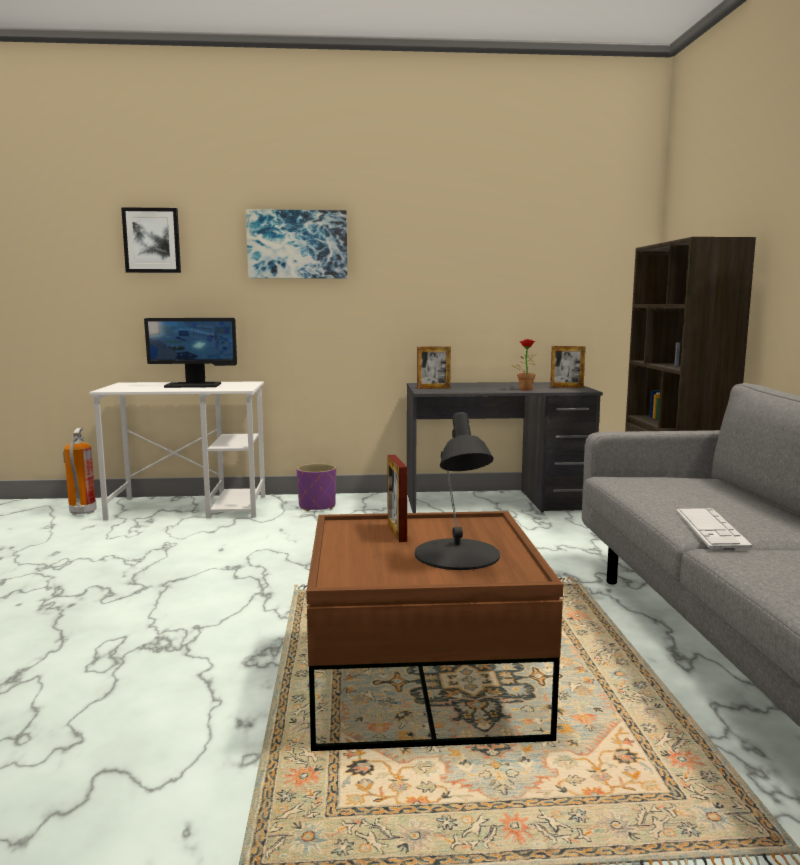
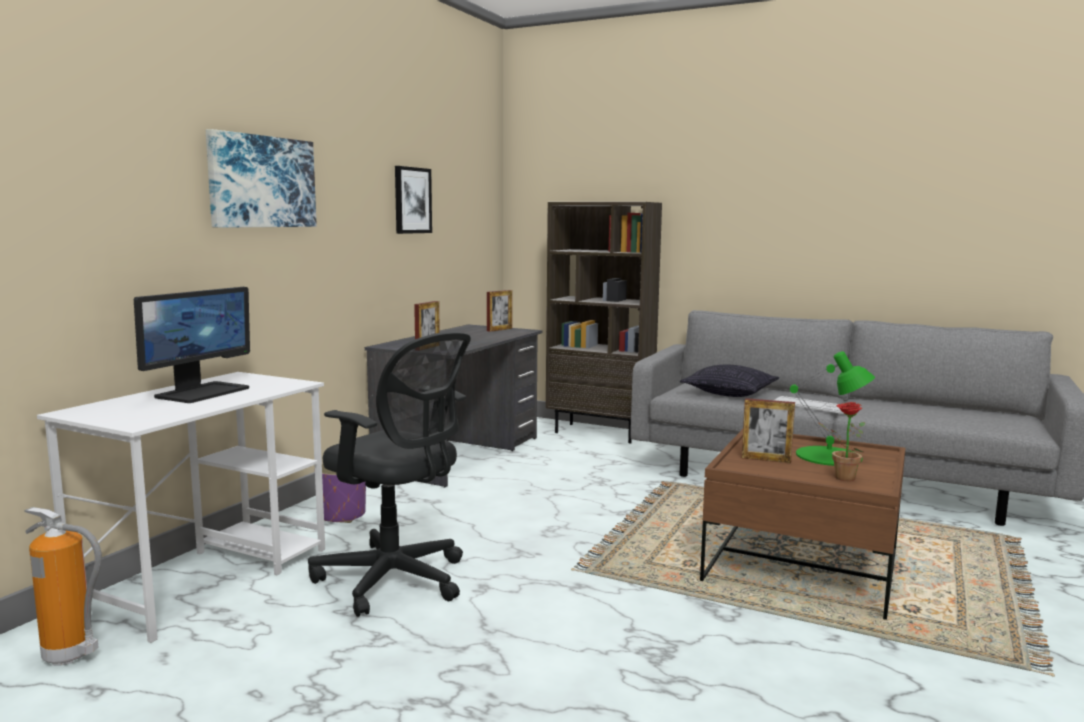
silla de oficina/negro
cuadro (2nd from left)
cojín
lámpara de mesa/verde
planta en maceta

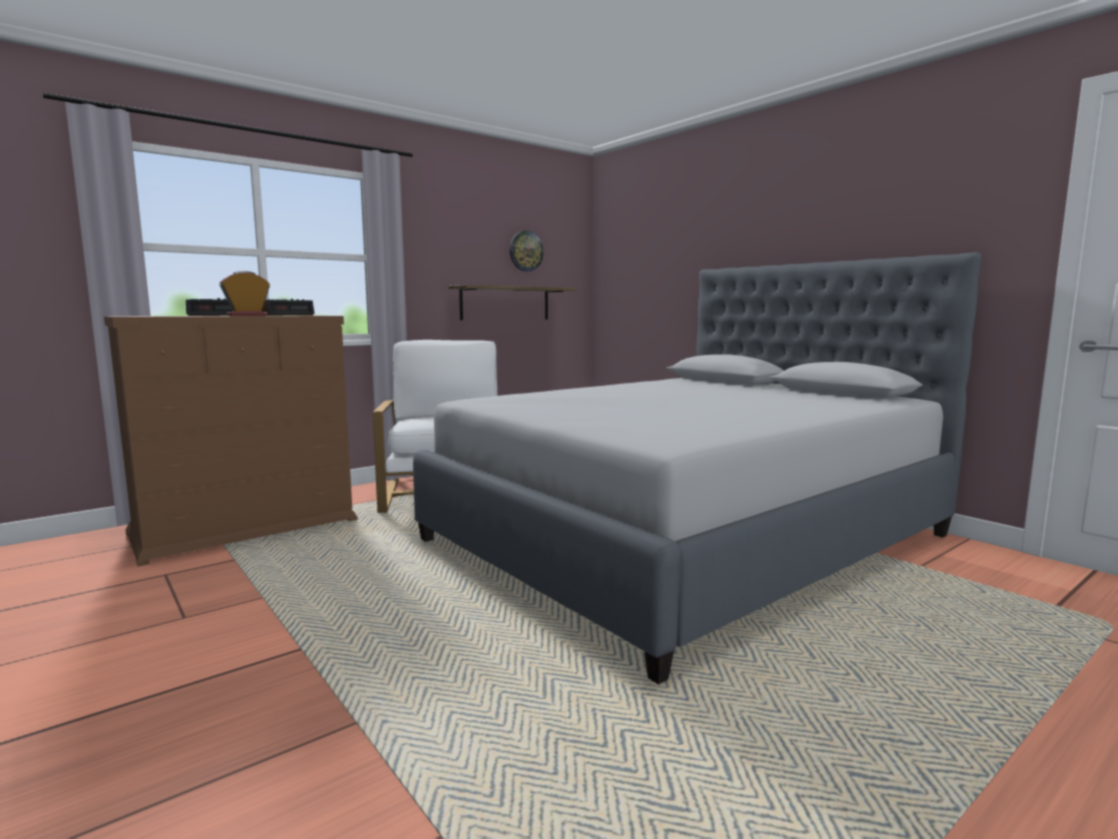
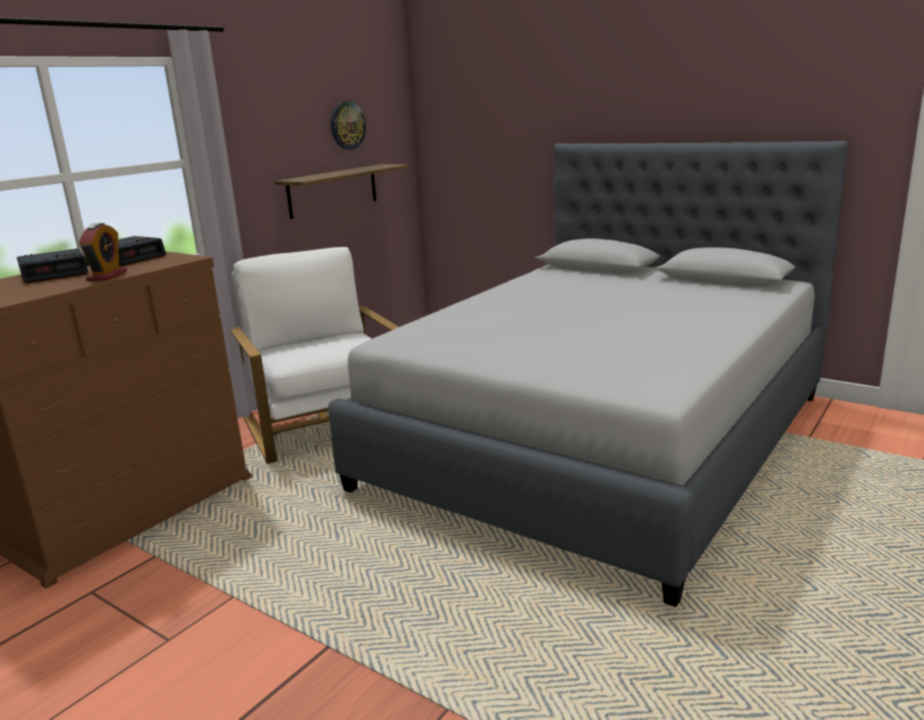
despertador (2nd from left)

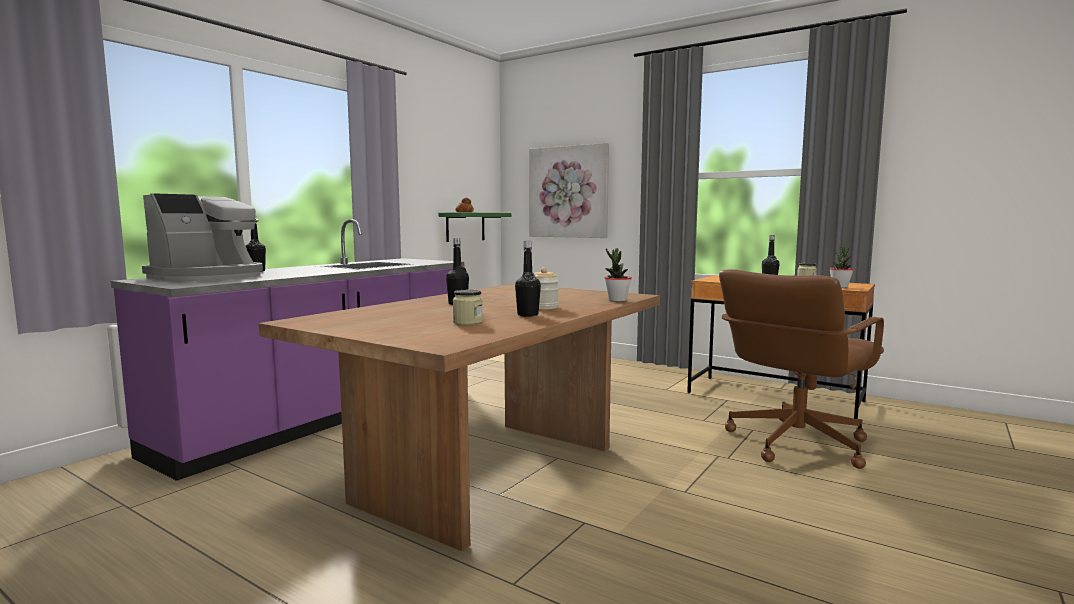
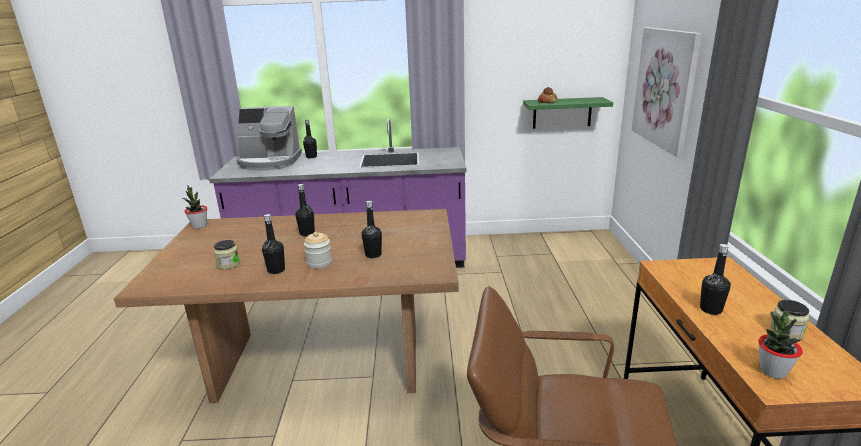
planta en maceta (1st from left)
botella/negro (4th from left)

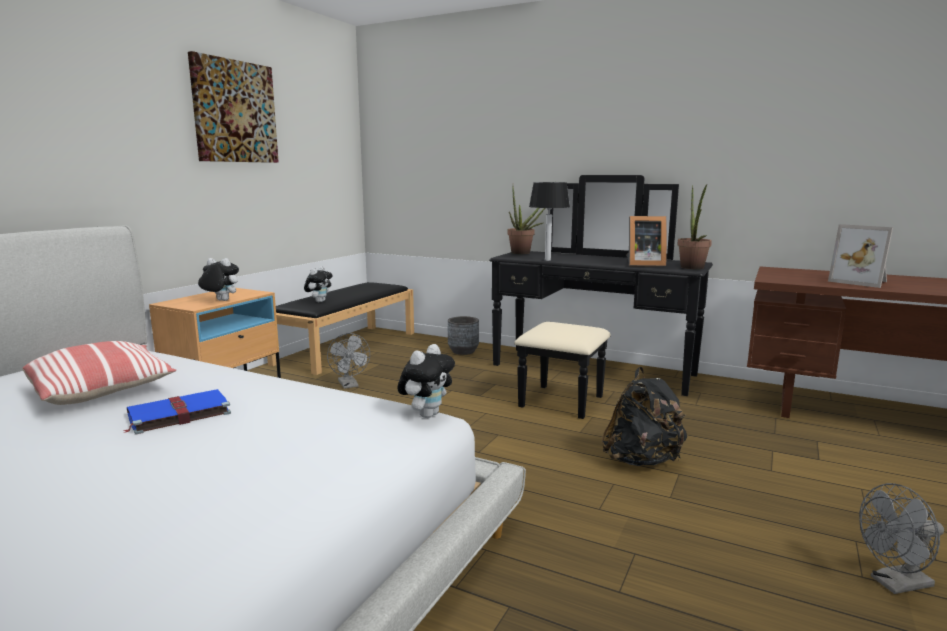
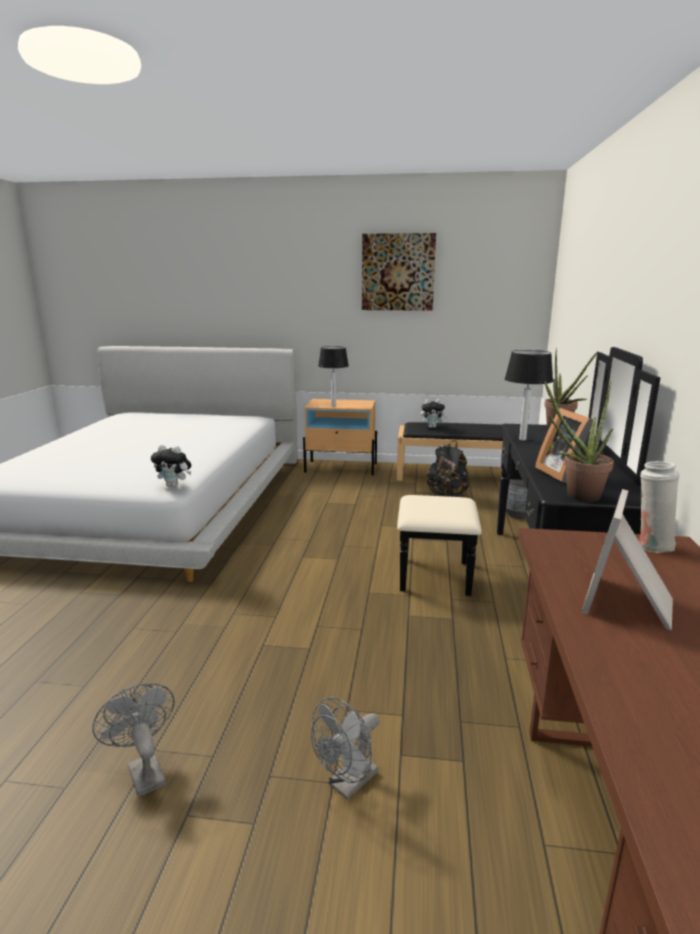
ventilador/gris (2nd from left)
lámpara de mesa (1st from left)
mochila/negro
florero/blanco
cojín
libro/azul

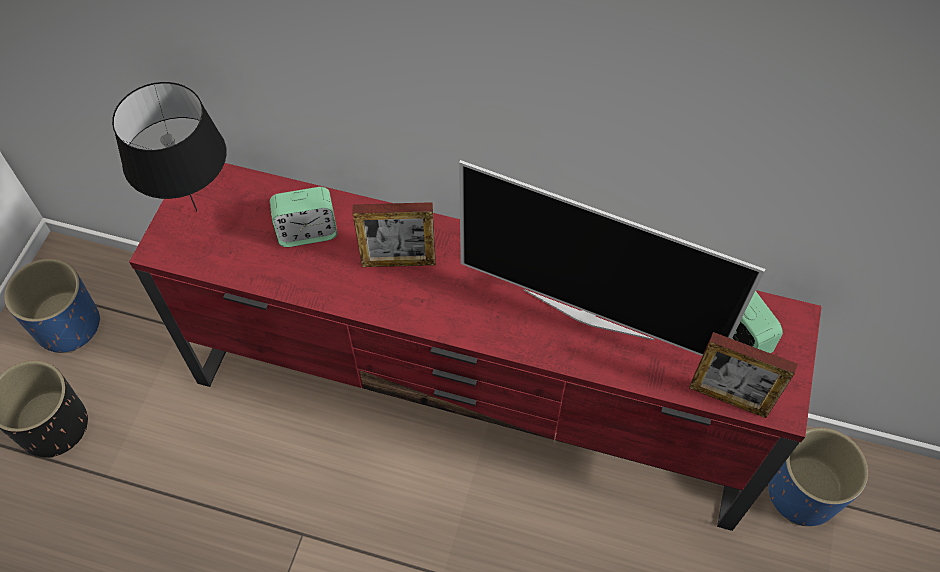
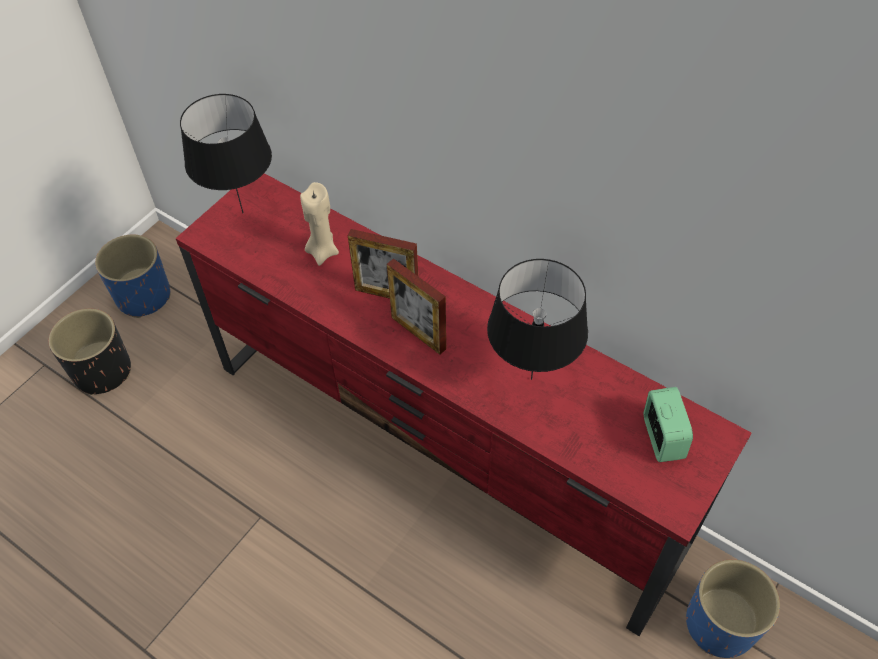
vela/beis
portarretratos (2nd from left)
lámpara de mesa/negro (2nd from left)

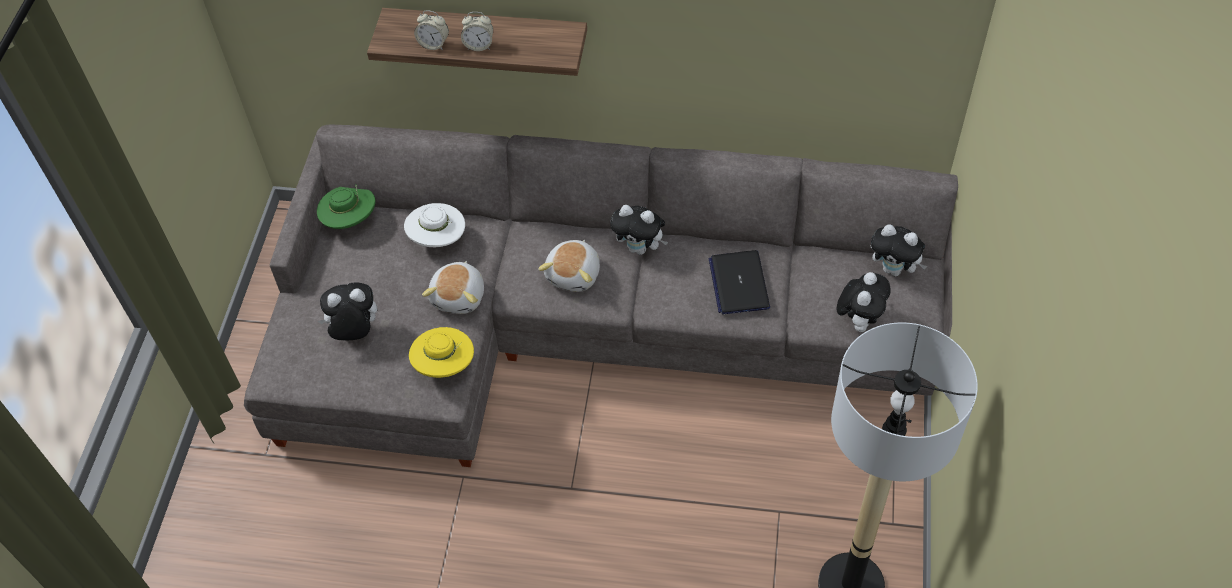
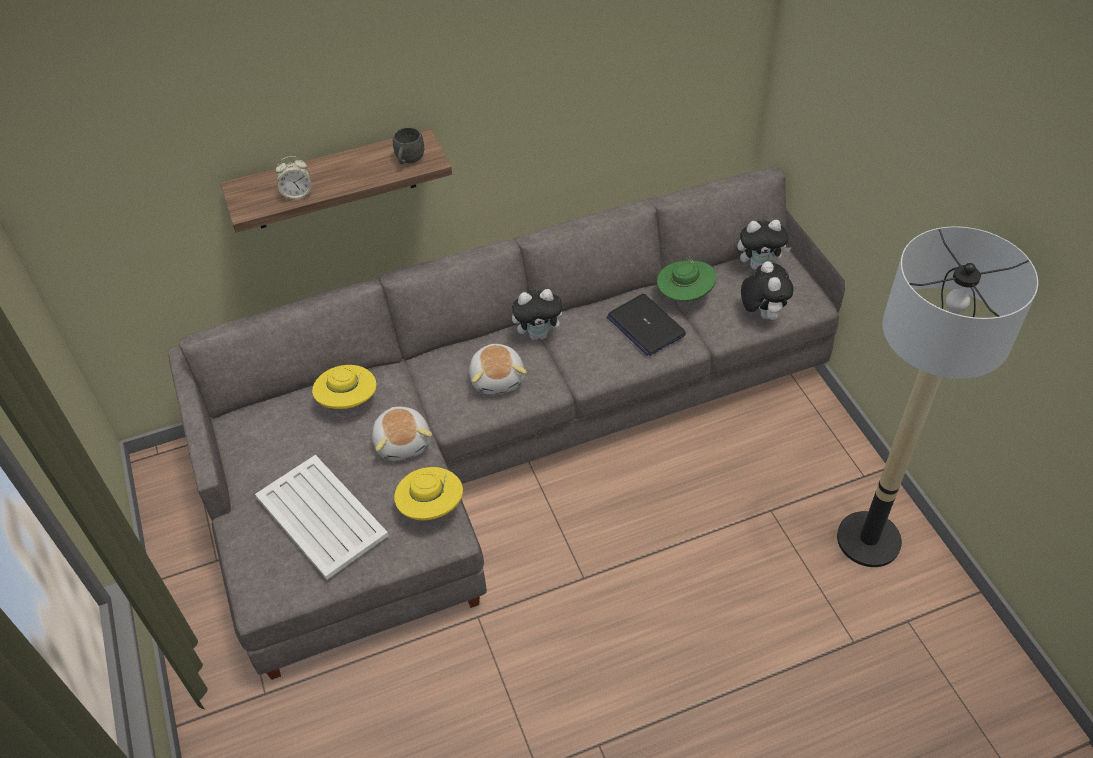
bandeja/blanco
sombrero/amarillo (1st from left)
taza grande/gris
sombrero/verde
despertador (2nd from left in the first image)

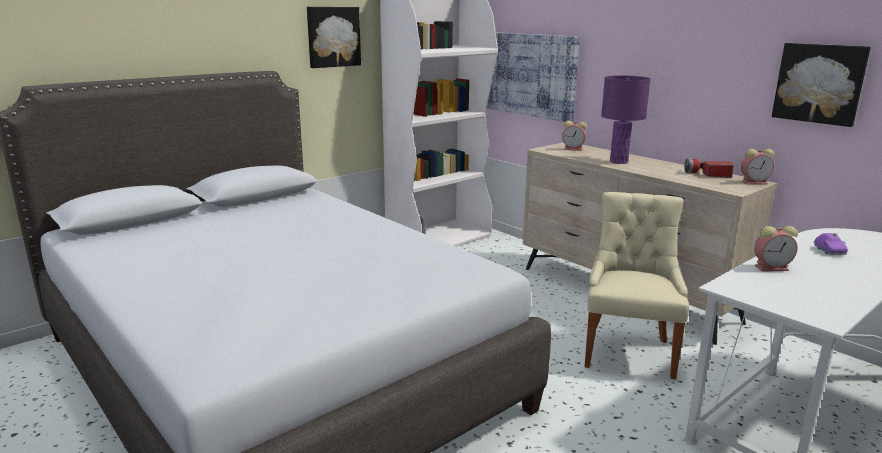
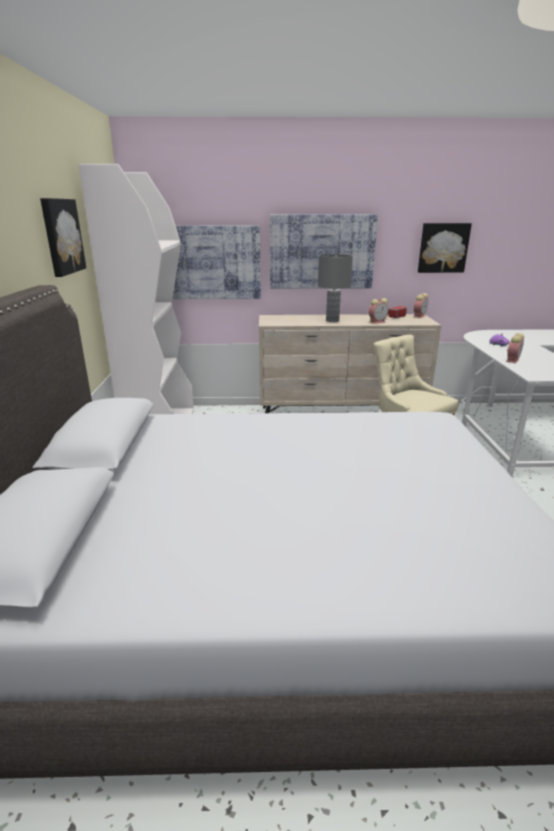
cuadro (3rd from left)
lámpara de mesa/gris
despertador (1st from left)

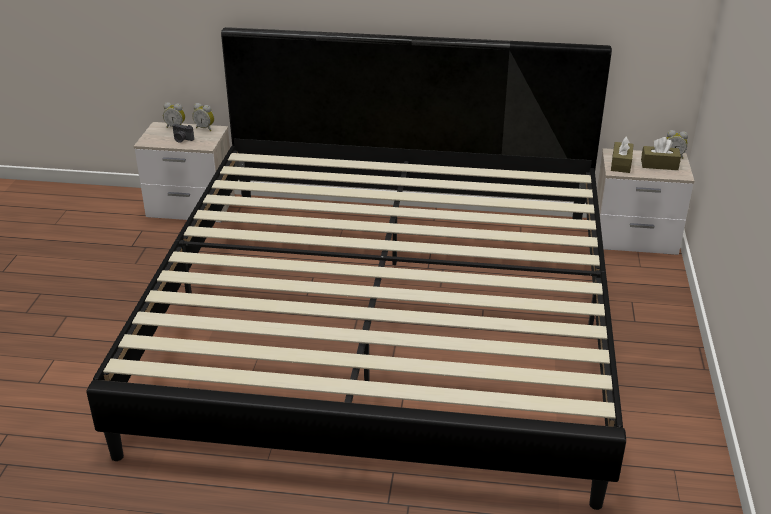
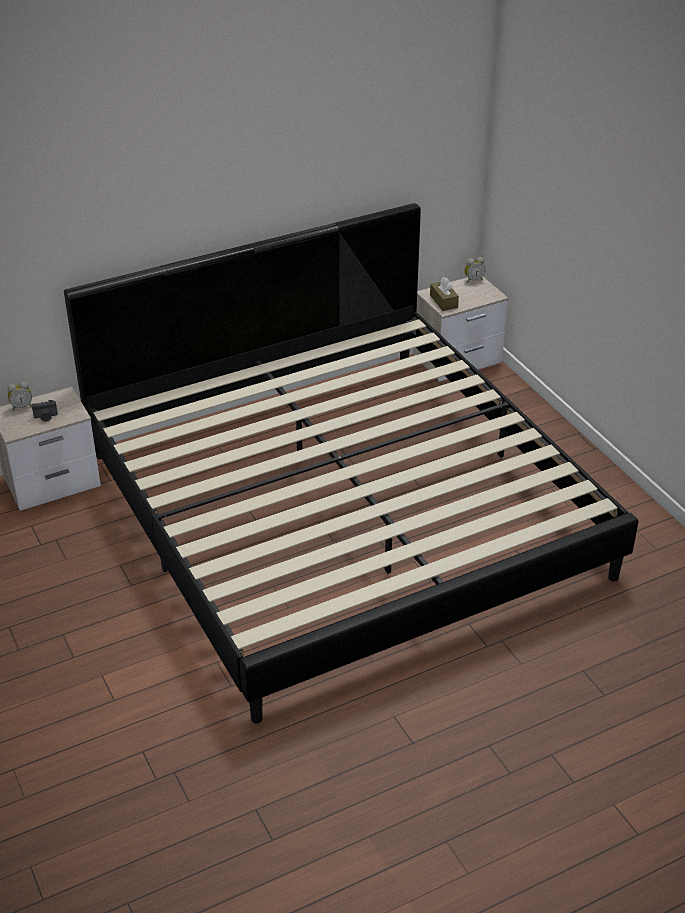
despertador (2nd from left in the first image)
caja de pañuelos/marrón (2nd from left in the first image)

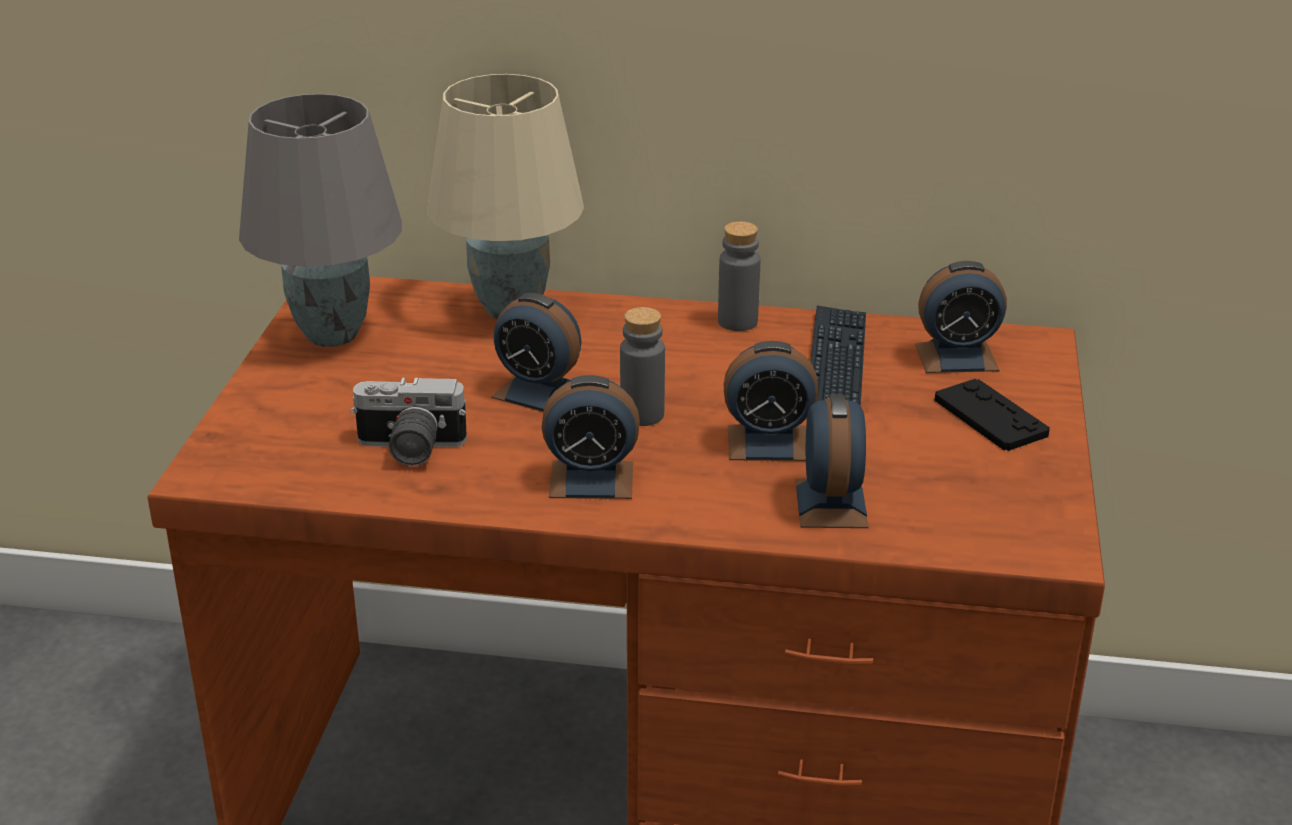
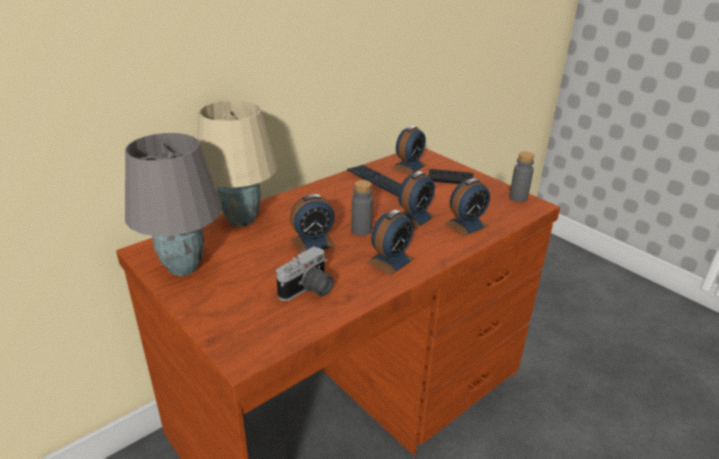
despertador (5th from left)
botella/gris (2nd from left)

